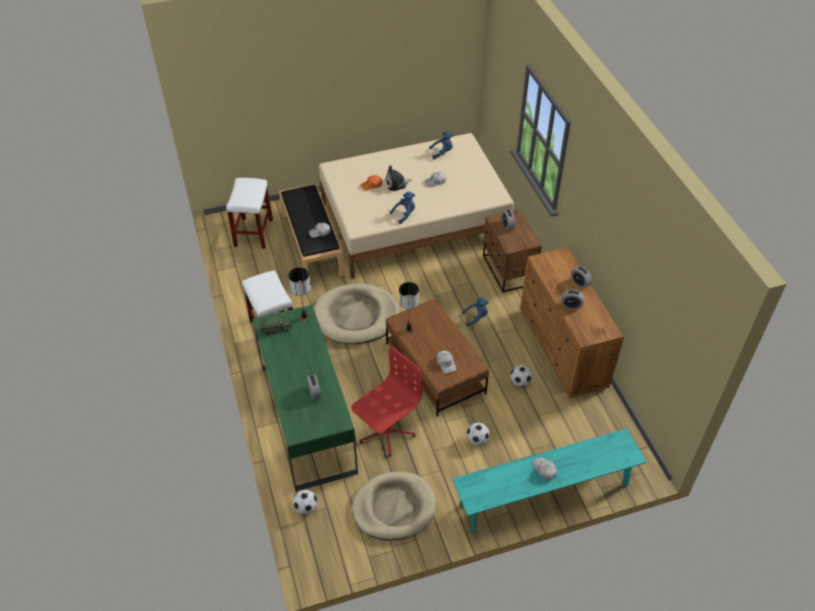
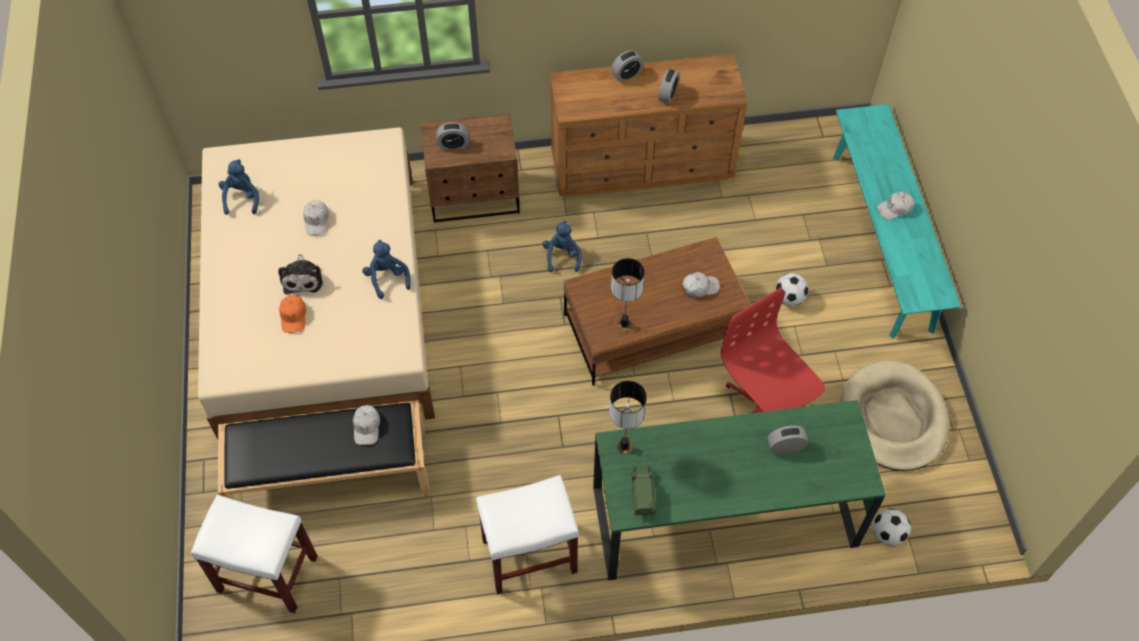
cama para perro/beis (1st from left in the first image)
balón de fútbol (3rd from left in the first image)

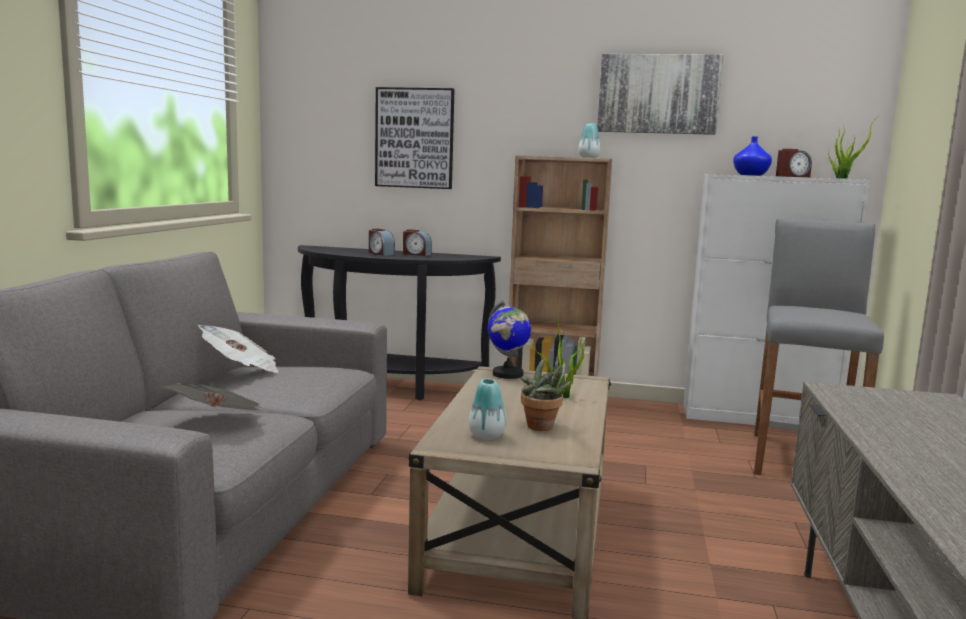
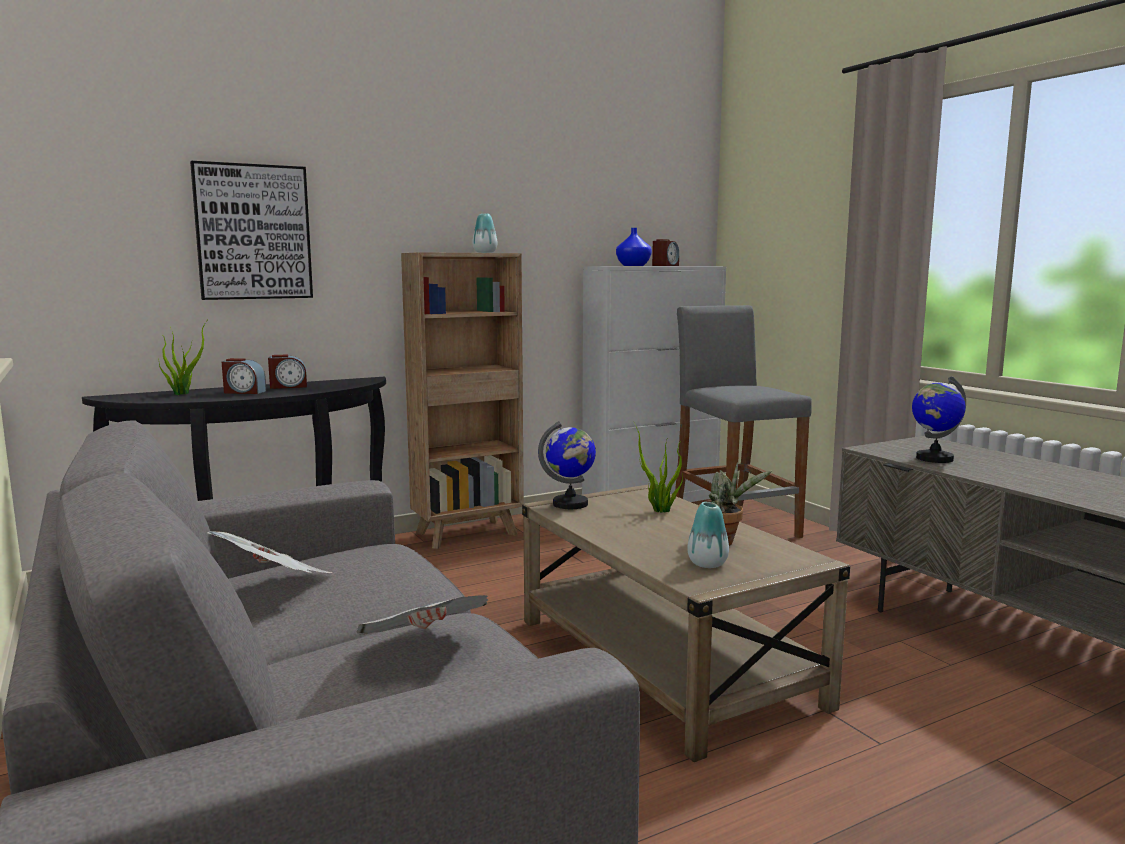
planta en maceta (1st from left)
globo terráqueo (2nd from left)
cuadro (2nd from left in the first image)

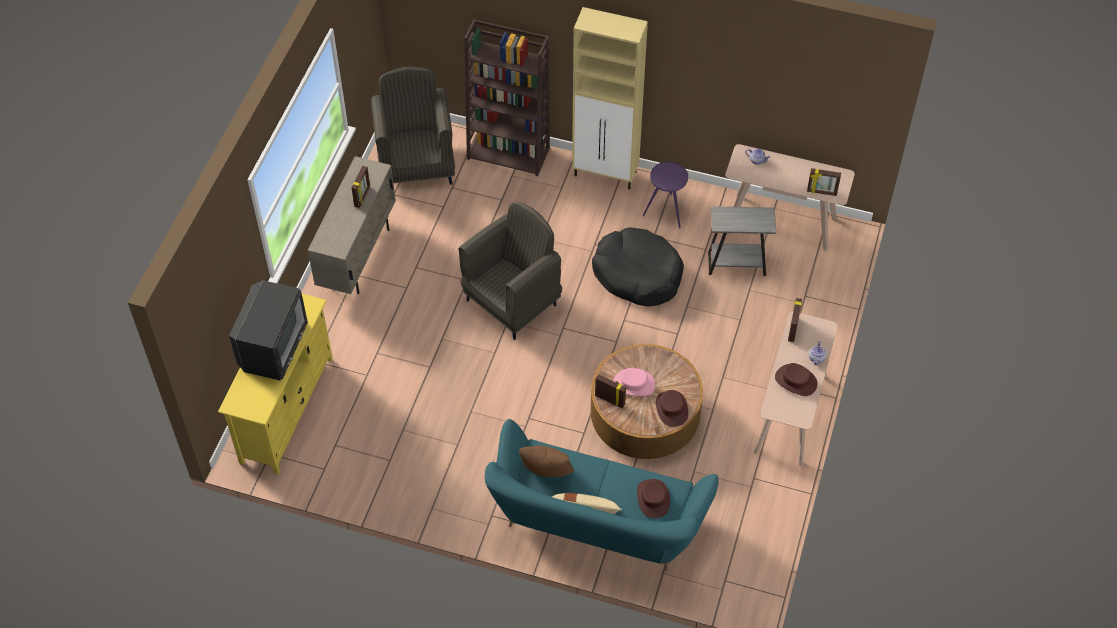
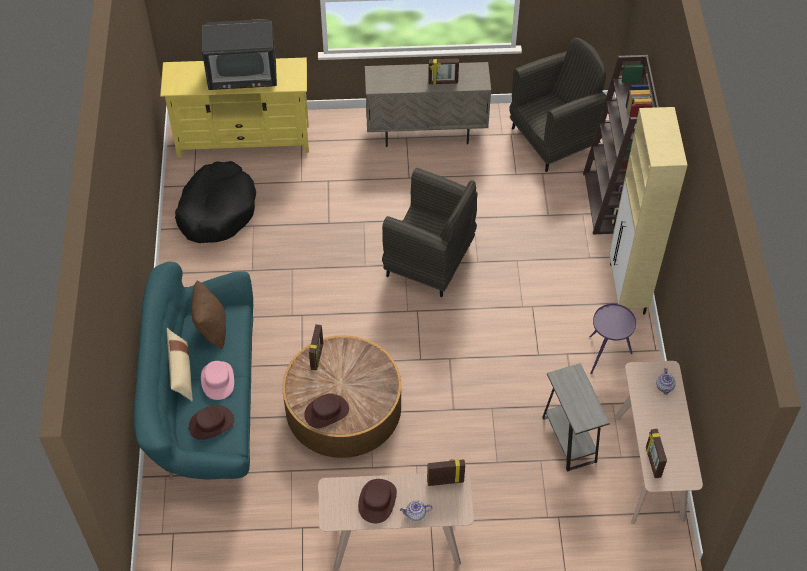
cama para perro/negro
sombrero/rosa

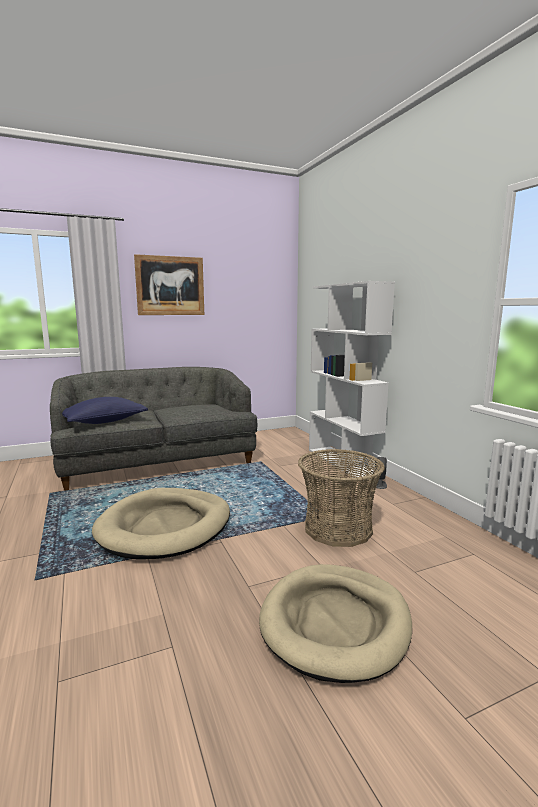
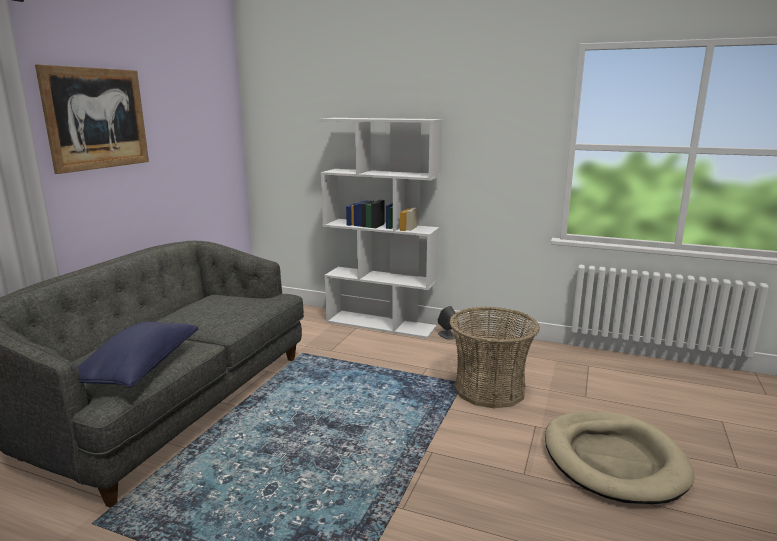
cama para perro/beis (1st from left in the first image)

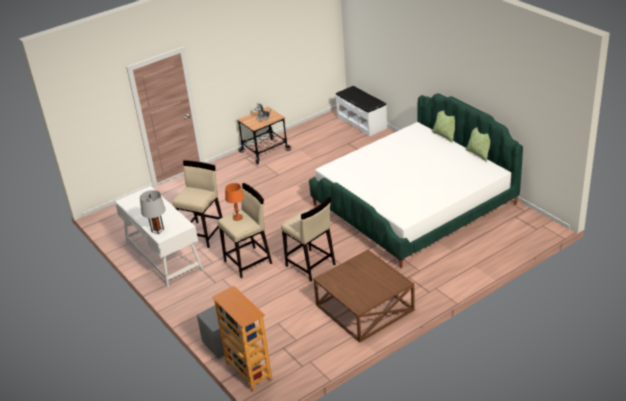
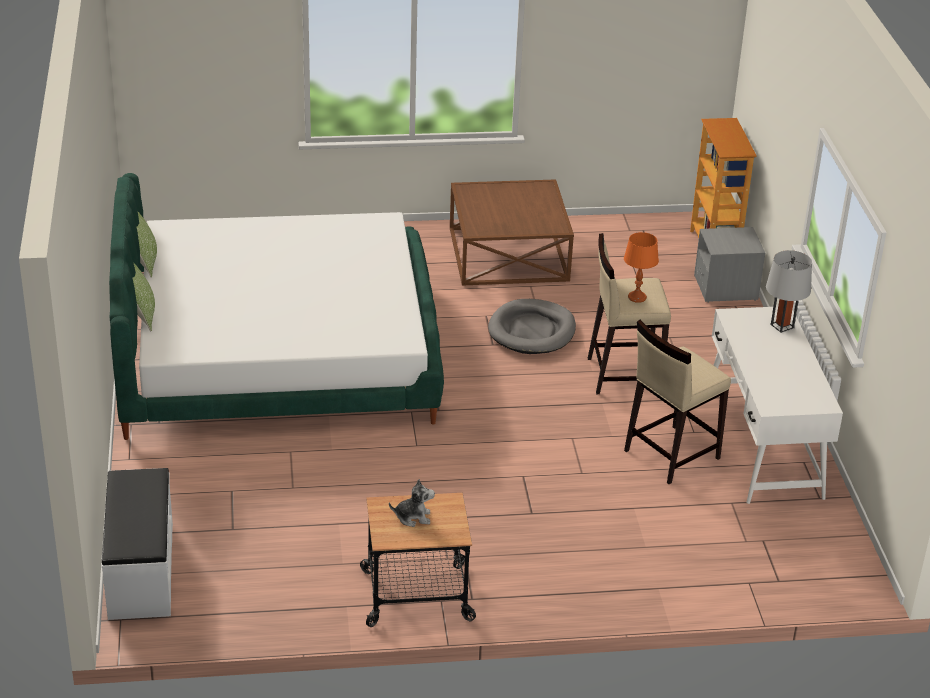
cama para perro/gris

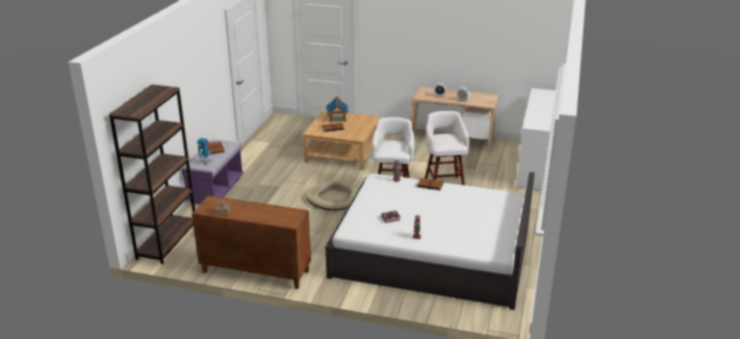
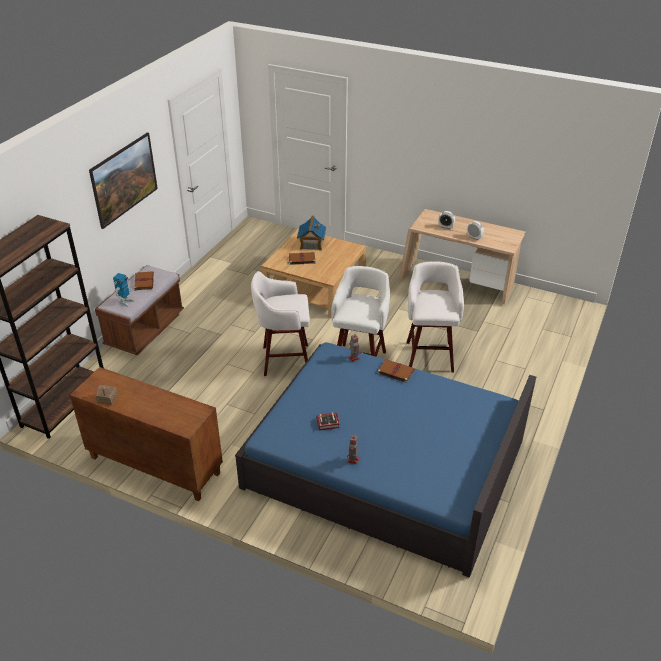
cuadro
banco/marrón
cama/azul
taburete/blanco (1st from left)
cómoda/blanco

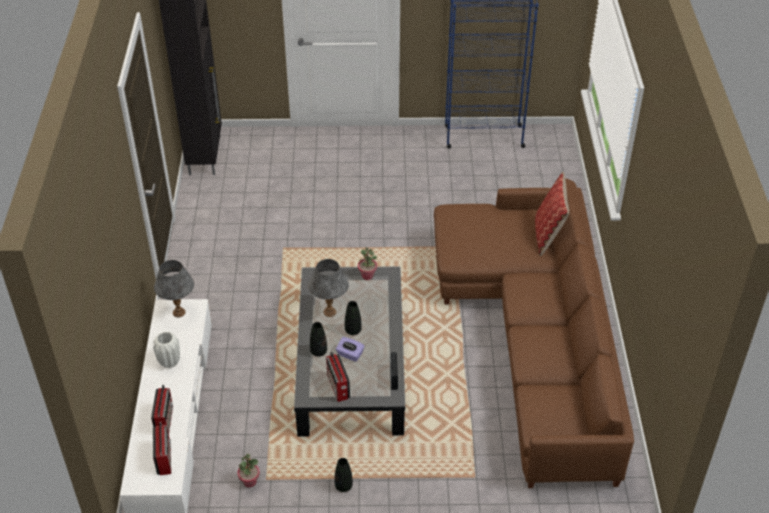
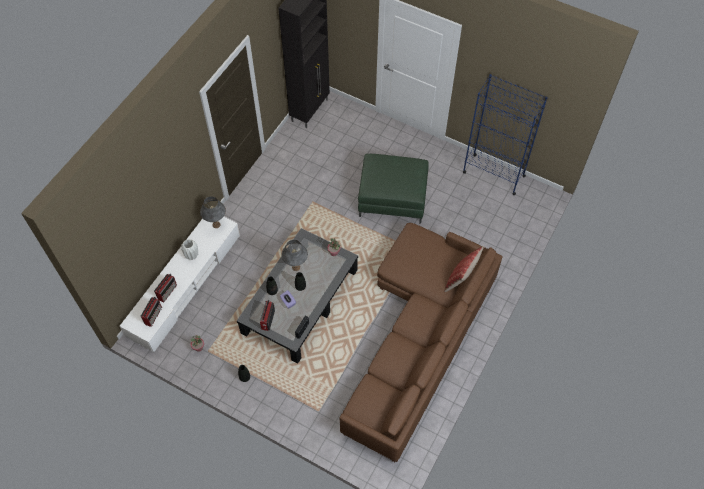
puf/verde

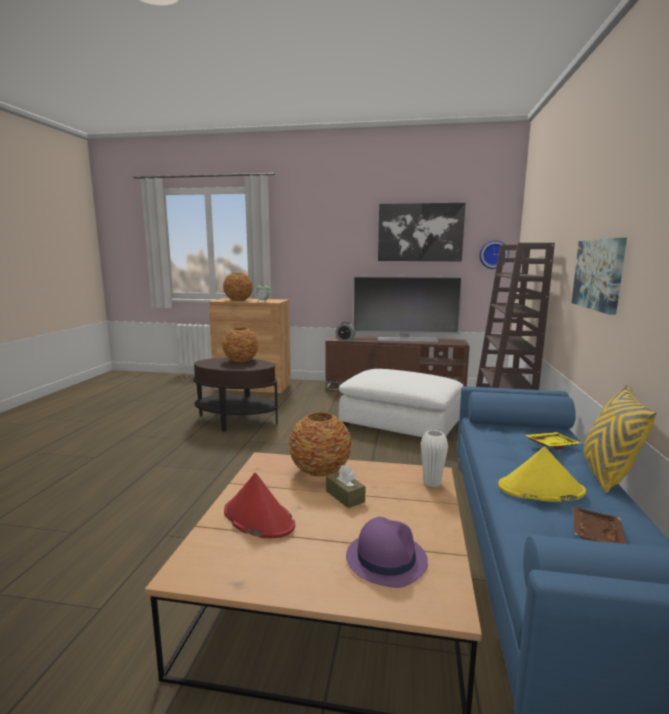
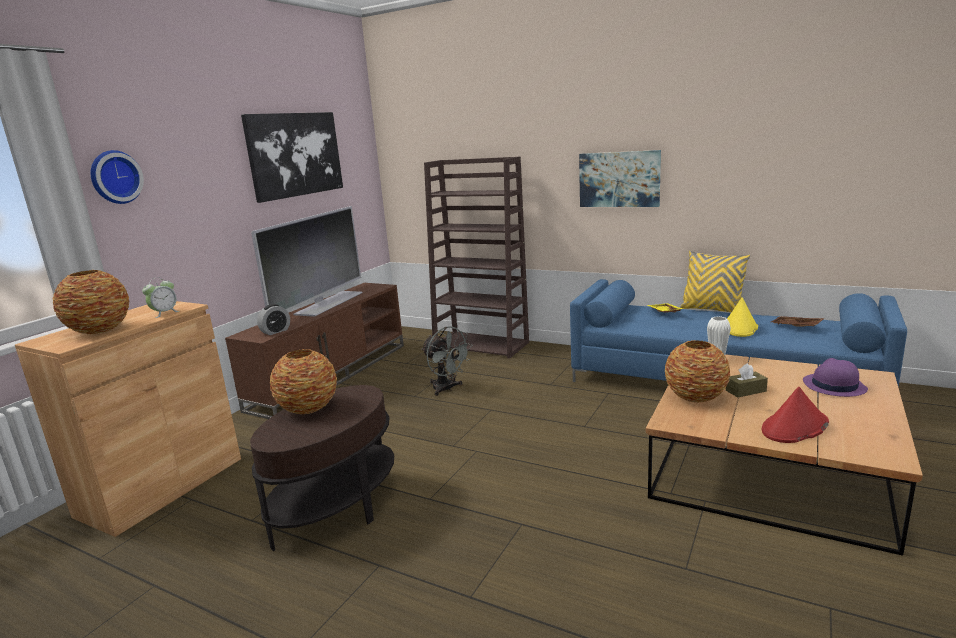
reloj de pared
ventilador/gris

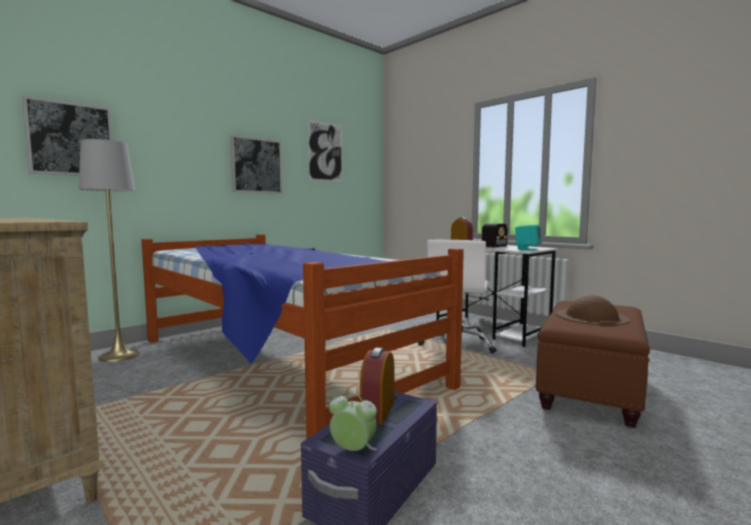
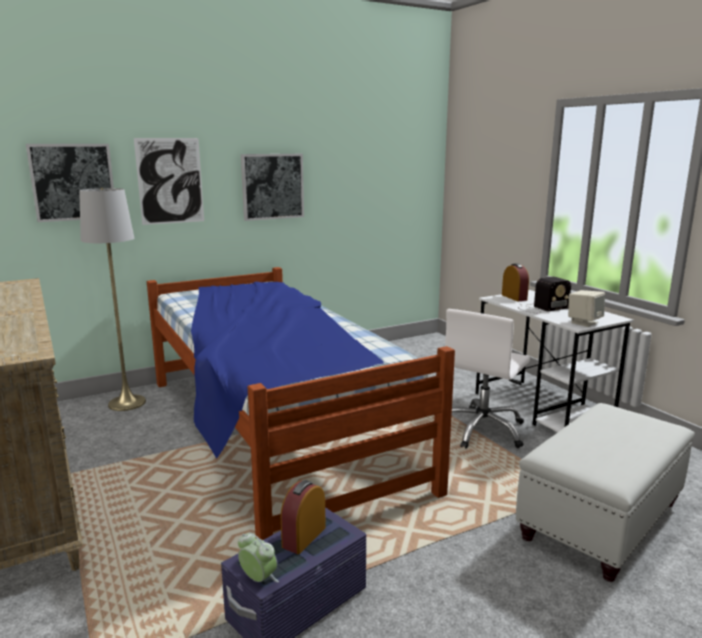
cuadro (2nd from left)
puf/blanco
altavoz/beis
sombrero/marrón

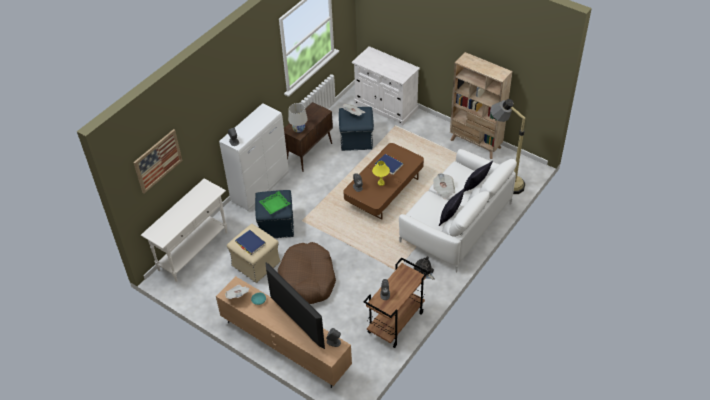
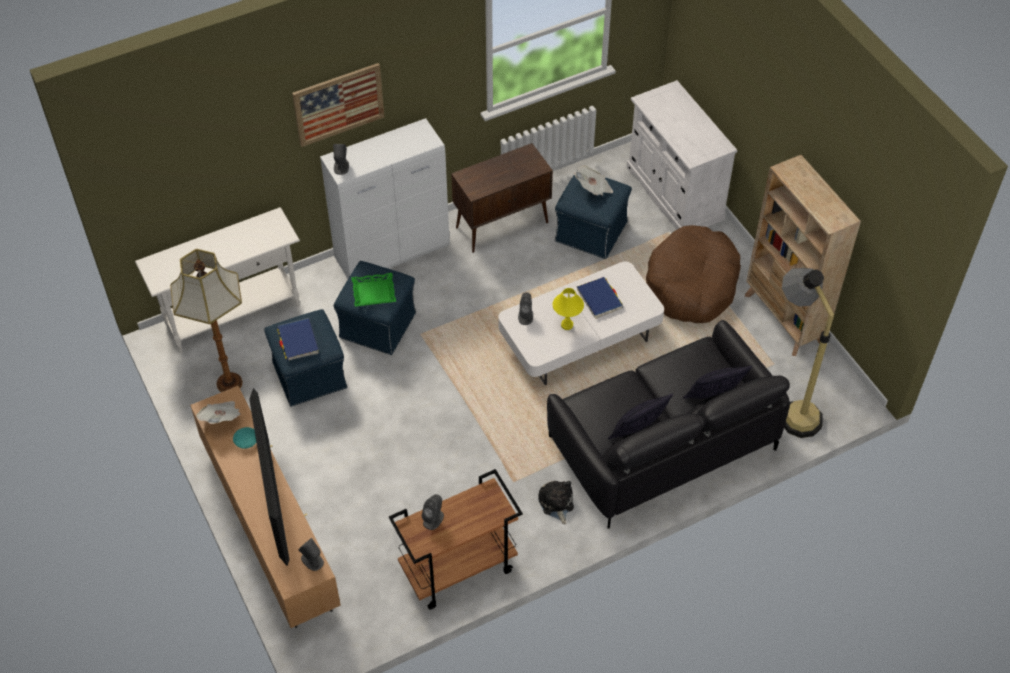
lámpara de pie (1st from left)
puf/azul (1st from left)
cuadro
mesa de centro/blanco
sofá/negro
cama para perro/marrón
lámpara de mesa/blanco
periódico (3rd from left in the first image)

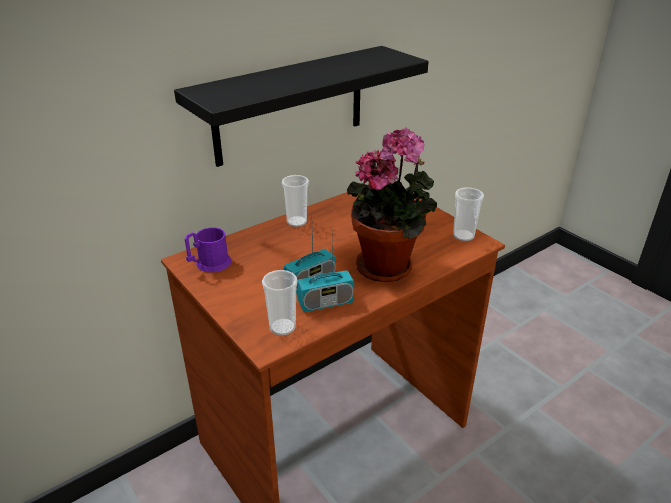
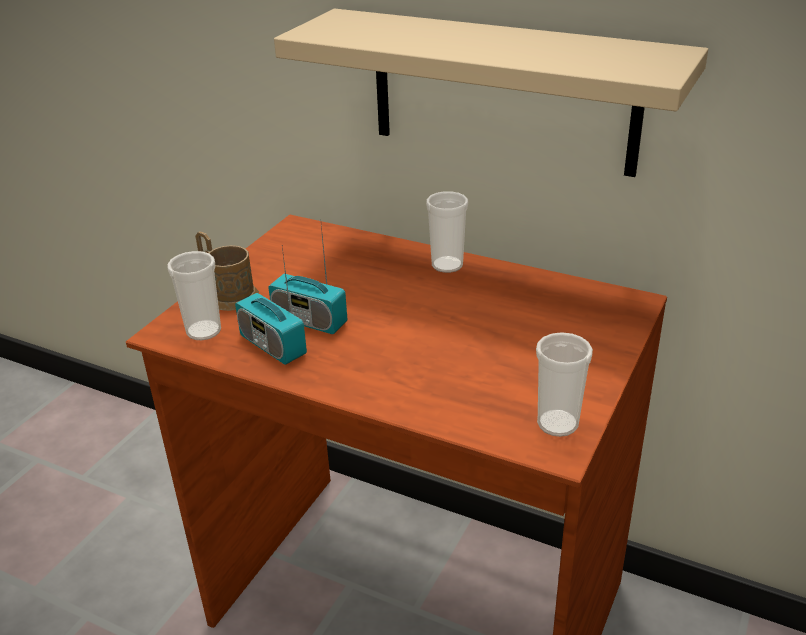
taza grande/marrón
estante/beis
taza grande/morado
planta en maceta

